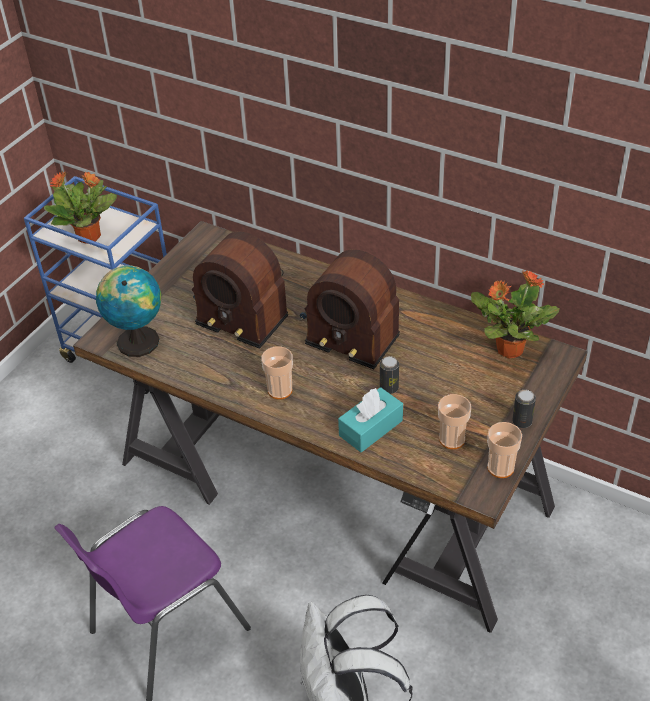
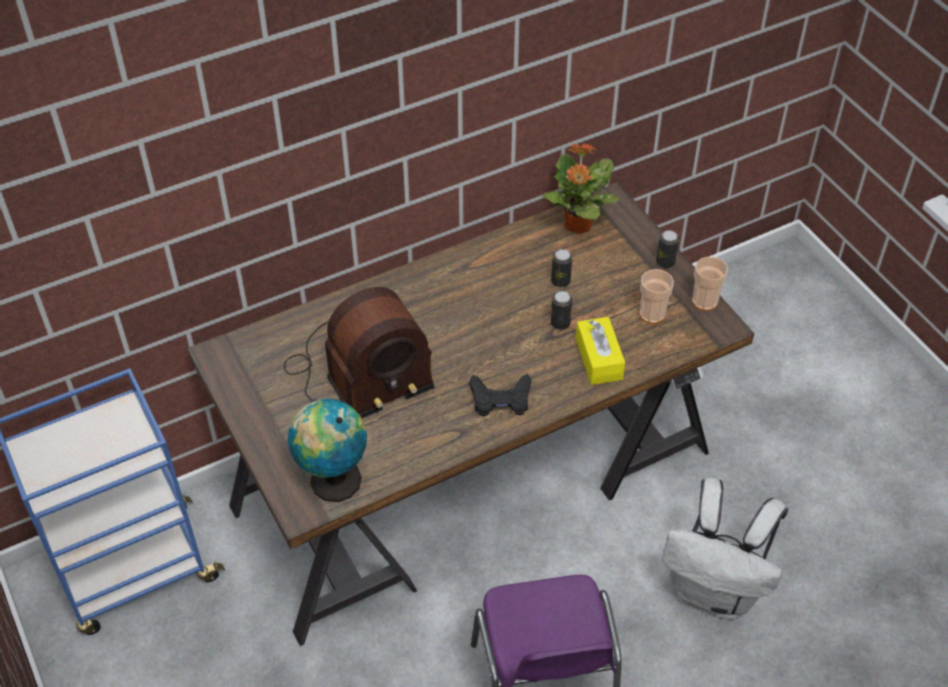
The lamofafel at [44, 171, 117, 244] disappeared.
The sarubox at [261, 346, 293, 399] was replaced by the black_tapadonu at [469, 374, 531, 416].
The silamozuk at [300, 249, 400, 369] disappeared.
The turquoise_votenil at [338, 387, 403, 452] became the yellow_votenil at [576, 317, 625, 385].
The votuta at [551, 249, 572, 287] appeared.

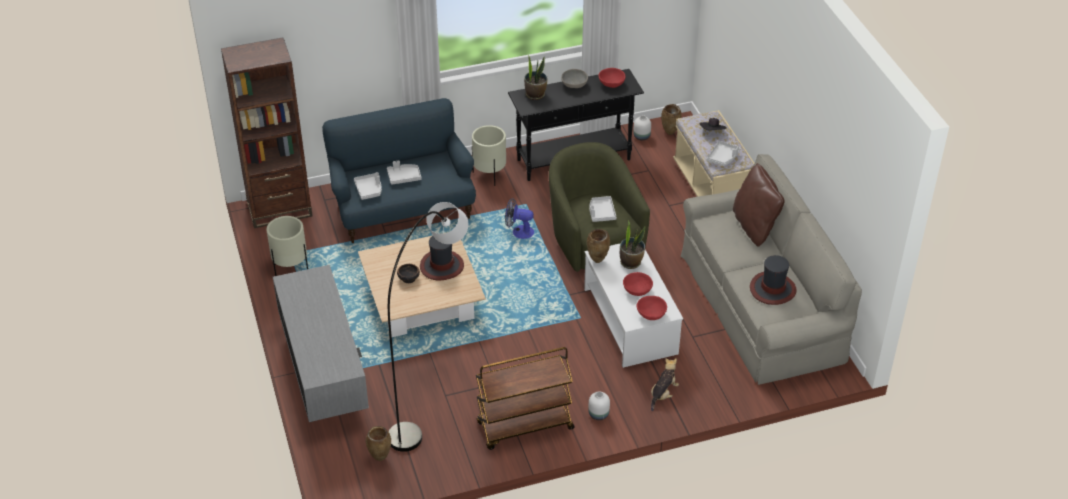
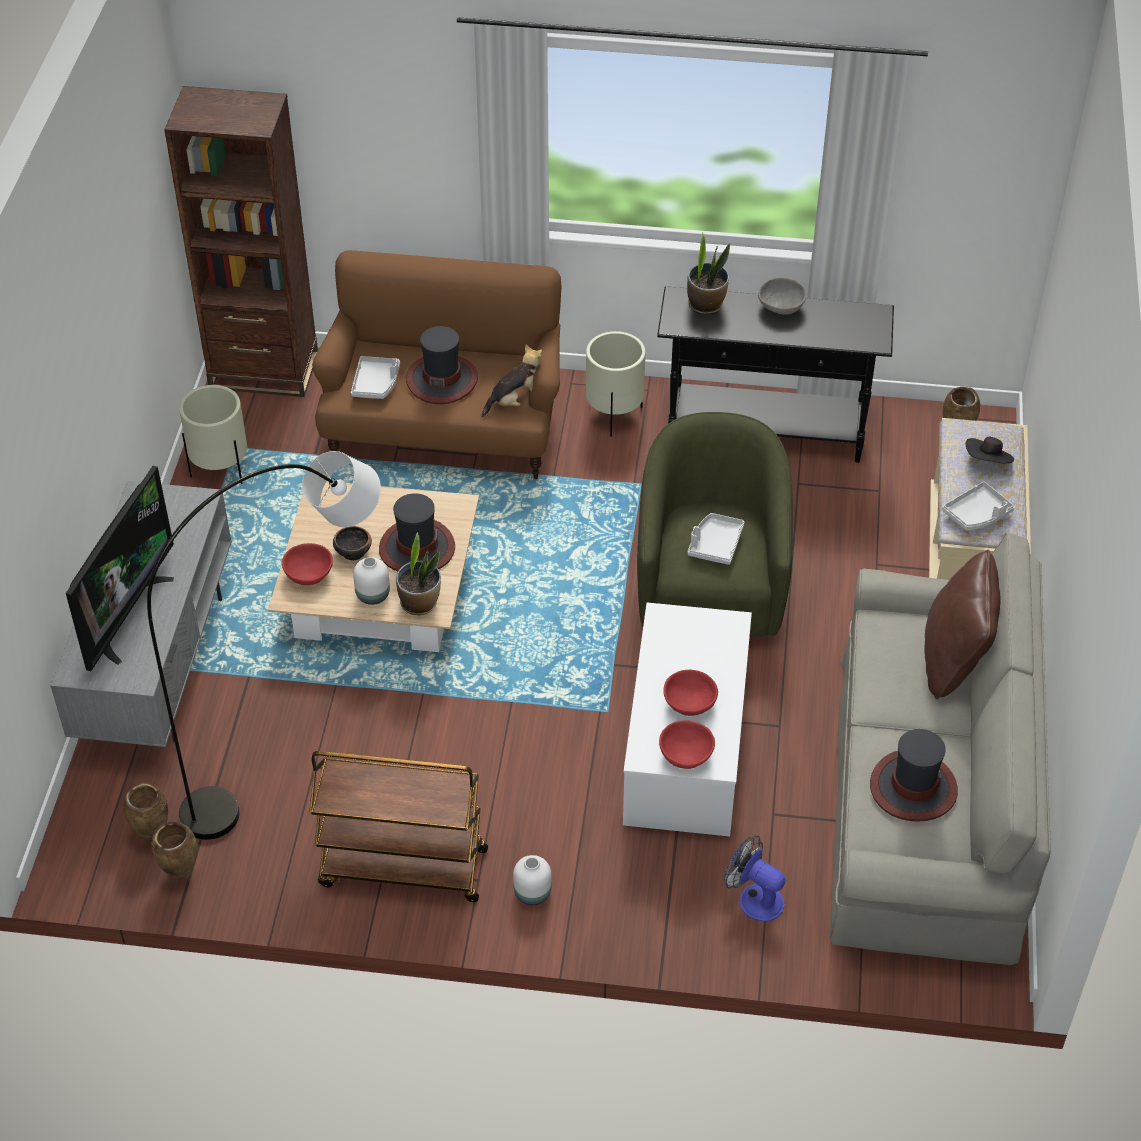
The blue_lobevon at [322, 98, 476, 243] became the brown_lobevon at [312, 250, 562, 479].
The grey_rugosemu at [387, 160, 422, 185] was replaced by the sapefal at [406, 326, 478, 404].
The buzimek moved from [505, 198, 534, 239] to [724, 835, 785, 921].
The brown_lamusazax moved from [587, 229, 610, 263] to [151, 822, 197, 879].
The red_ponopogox moved from [599, 68, 626, 88] to [282, 543, 333, 585].
The lamofafel moved from [620, 220, 645, 269] to [396, 532, 441, 615].
The white_lamusazax moved from [633, 115, 651, 140] to [353, 557, 390, 605].
The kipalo moved from [651, 358, 679, 411] to [481, 344, 542, 417].
The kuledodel at [66, 466, 174, 671] appeared.

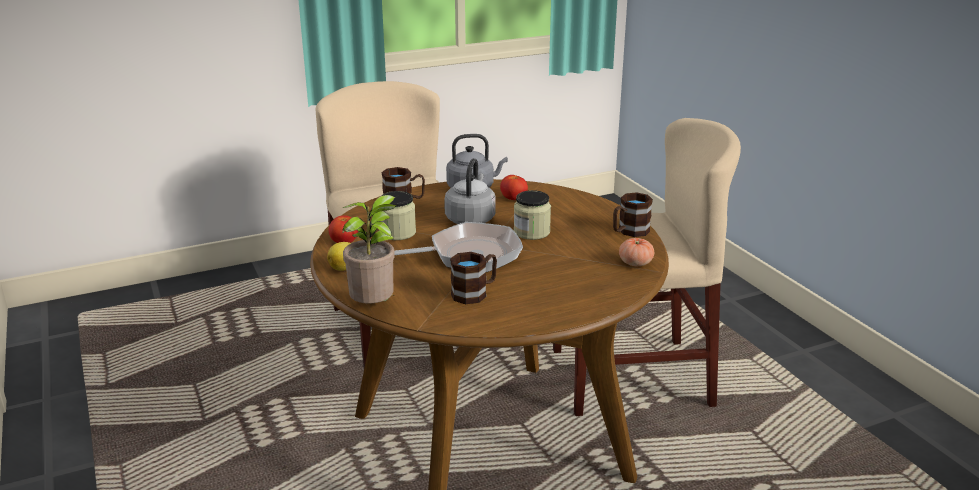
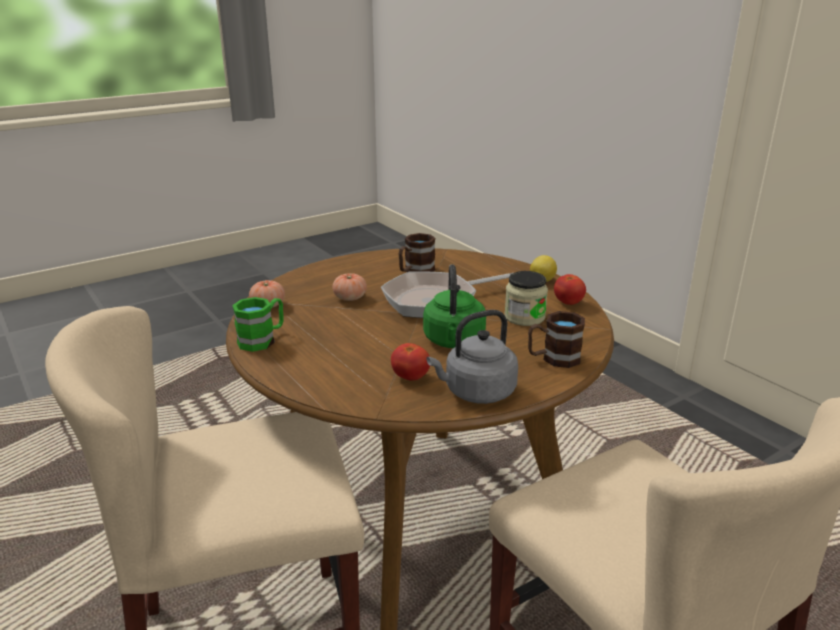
The lamofafel at [342, 195, 397, 304] disappeared.
The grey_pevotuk at [444, 158, 496, 224] became the green_pevotuk at [423, 264, 486, 348].
The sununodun at [514, 190, 551, 240] disappeared.
The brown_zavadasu at [613, 192, 653, 237] became the green_zavadasu at [232, 297, 284, 352].
The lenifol at [332, 273, 367, 301] appeared.

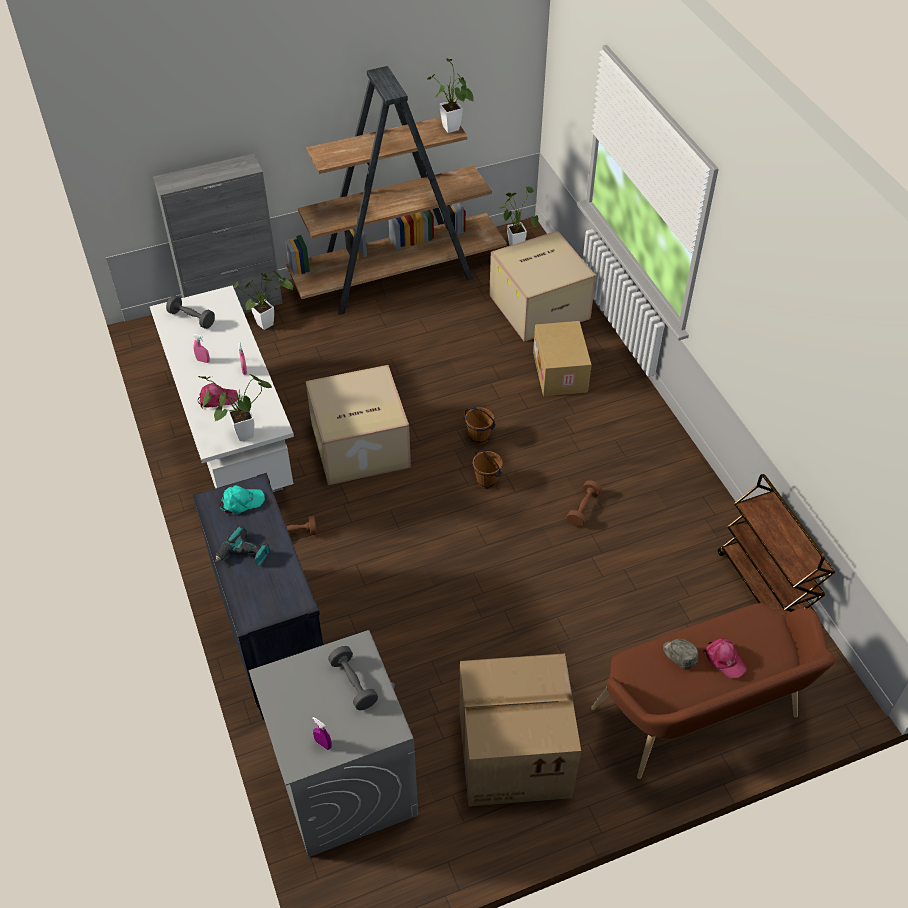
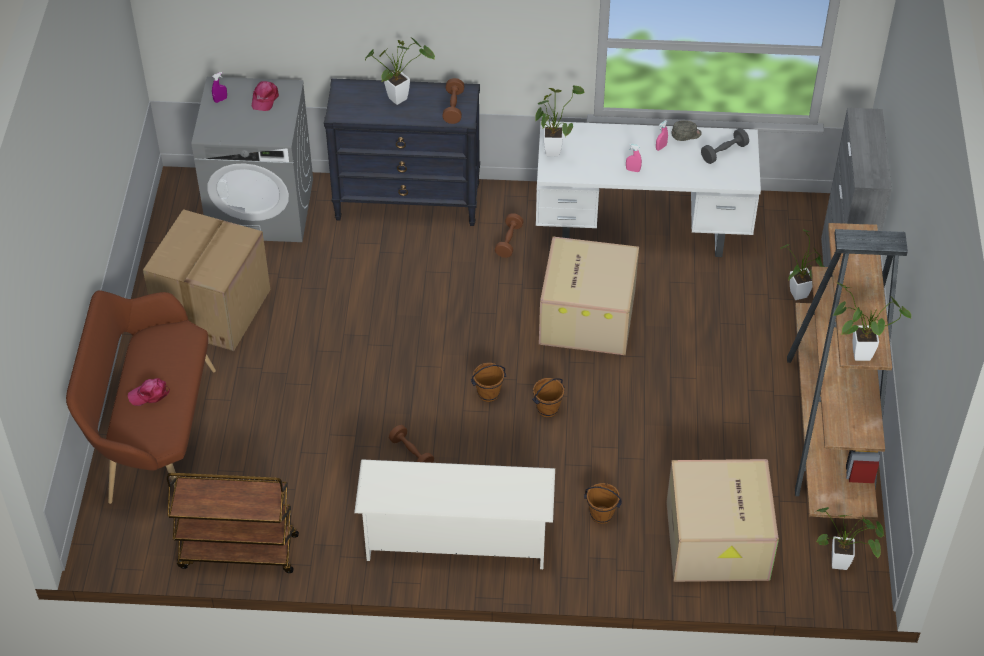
The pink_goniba moved from [198, 383, 238, 408] to [252, 81, 279, 111].
The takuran at [215, 526, 269, 565] was replaced by the lamofafel at [365, 38, 435, 105].
The turquoise_goniba at [220, 485, 265, 515] was replaced by the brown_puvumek at [442, 78, 464, 124].
The grey_puvumek at [328, 646, 378, 710] disappeared.
The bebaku at [533, 321, 592, 396] was replaced by the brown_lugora at [584, 483, 622, 524].
The grey_goniba moved from [663, 639, 698, 669] to [671, 120, 702, 141].
The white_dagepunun at [354, 459, 555, 569] appeared.

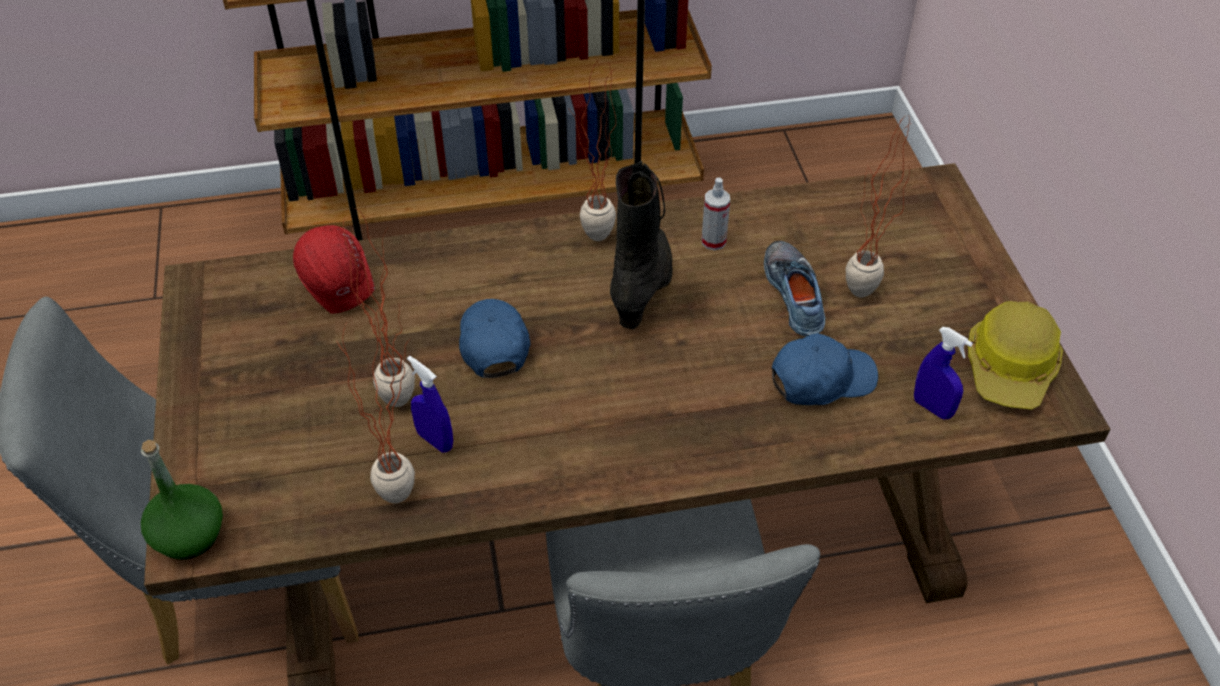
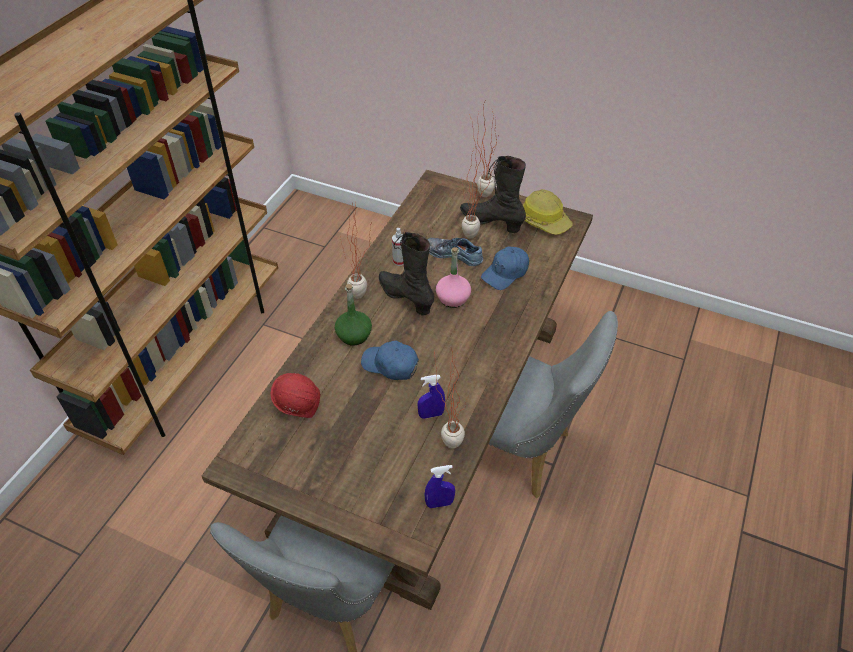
The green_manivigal moved from [141, 440, 223, 560] to [335, 284, 372, 345].
The lamofafel moved from [343, 207, 415, 407] to [469, 101, 498, 197].
The blue_goniba at [772, 333, 878, 405] turned 150 degrees counterclockwise.
The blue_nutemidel moved from [914, 327, 973, 419] to [424, 465, 455, 508].
The pink_manivigal at [436, 247, 471, 308] appeared.
The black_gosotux at [460, 156, 526, 233] appeared.

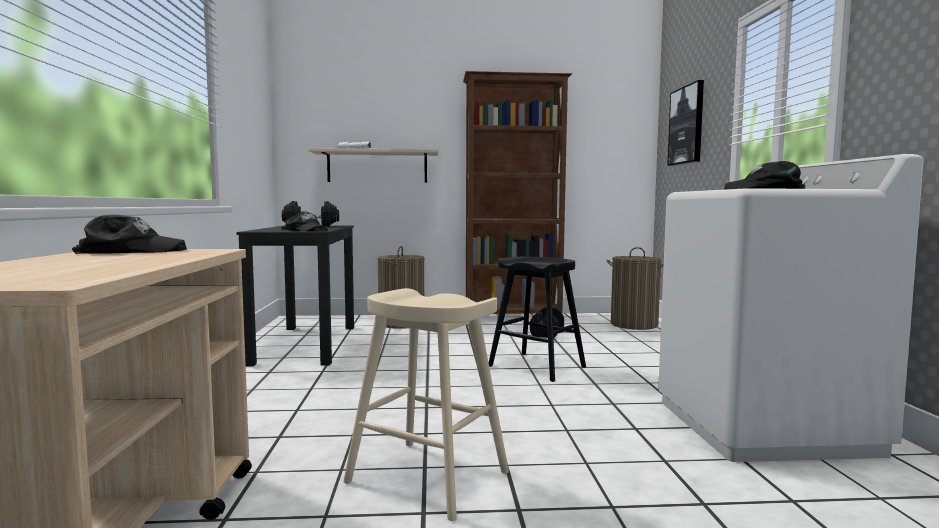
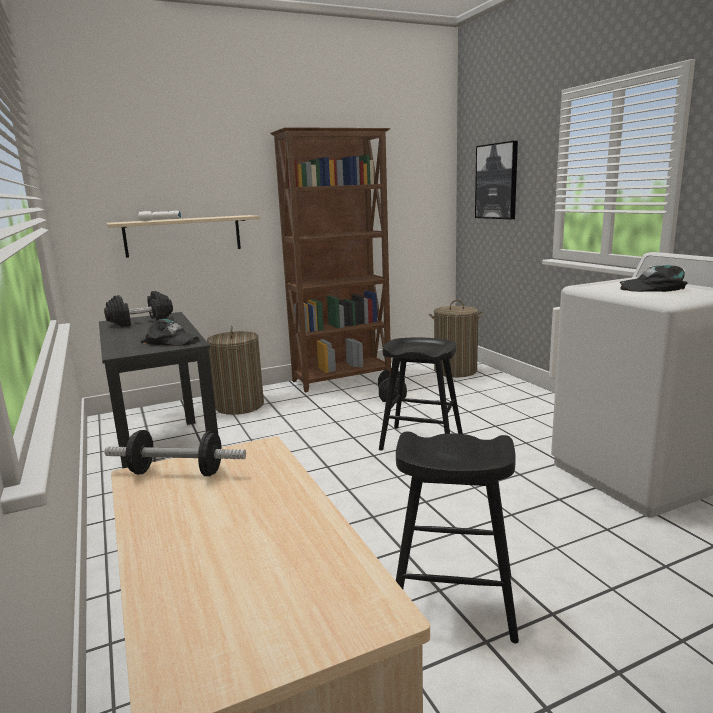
The black_goniba at [72, 214, 187, 254] was replaced by the puvumek at [105, 430, 246, 476].
The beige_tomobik at [343, 288, 509, 521] became the black_tomobik at [396, 432, 519, 643].

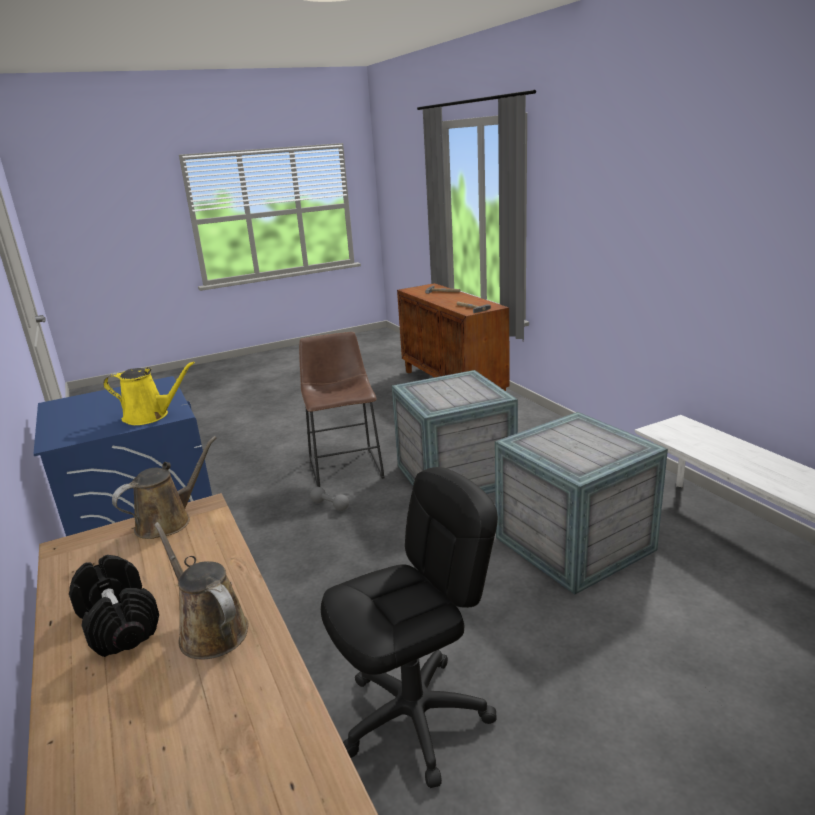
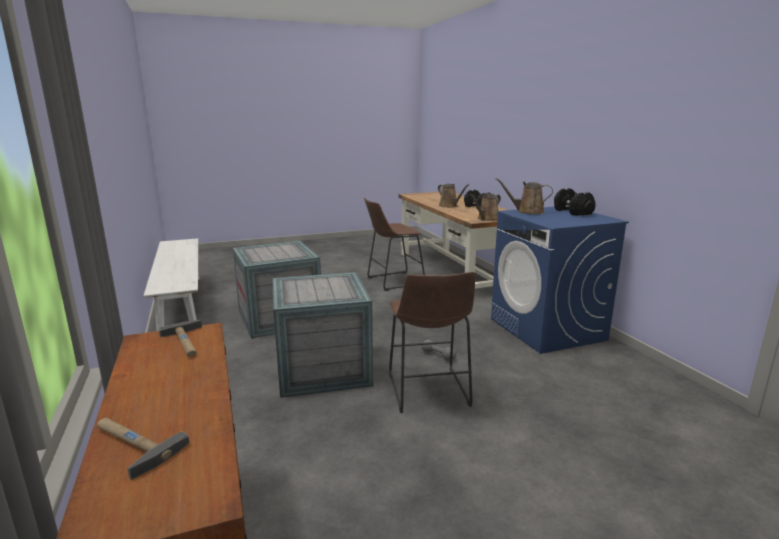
The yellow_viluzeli at [103, 361, 195, 425] became the brown_viluzeli at [495, 178, 553, 214].
The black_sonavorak at [321, 467, 498, 788] was replaced by the brown_tomobik at [364, 198, 425, 291].
The black_puvumek at [554, 188, 596, 216] appeared.

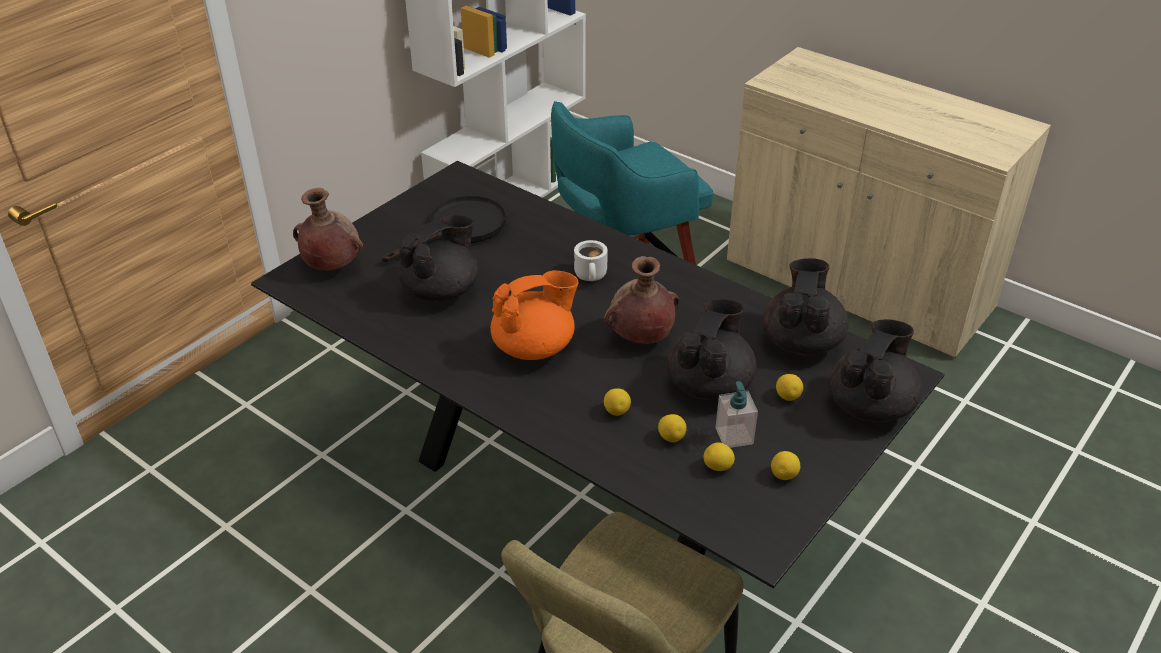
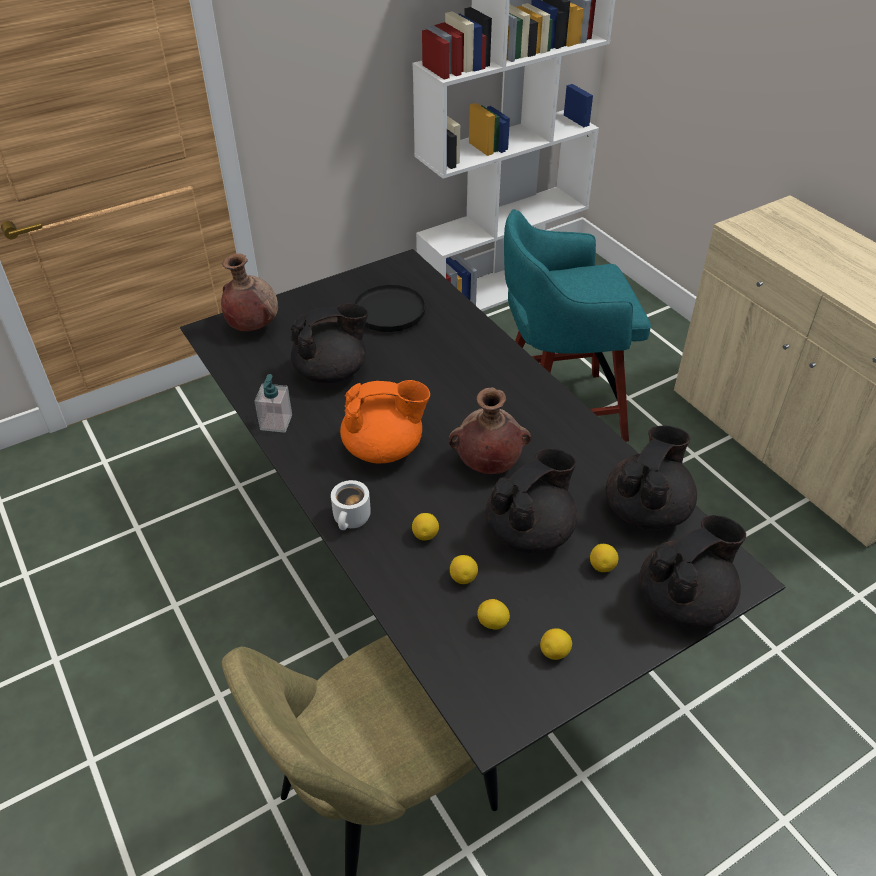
The white_zavadasu moved from [574, 240, 608, 281] to [331, 480, 371, 530].
The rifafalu moved from [716, 381, 758, 448] to [254, 374, 292, 433].

